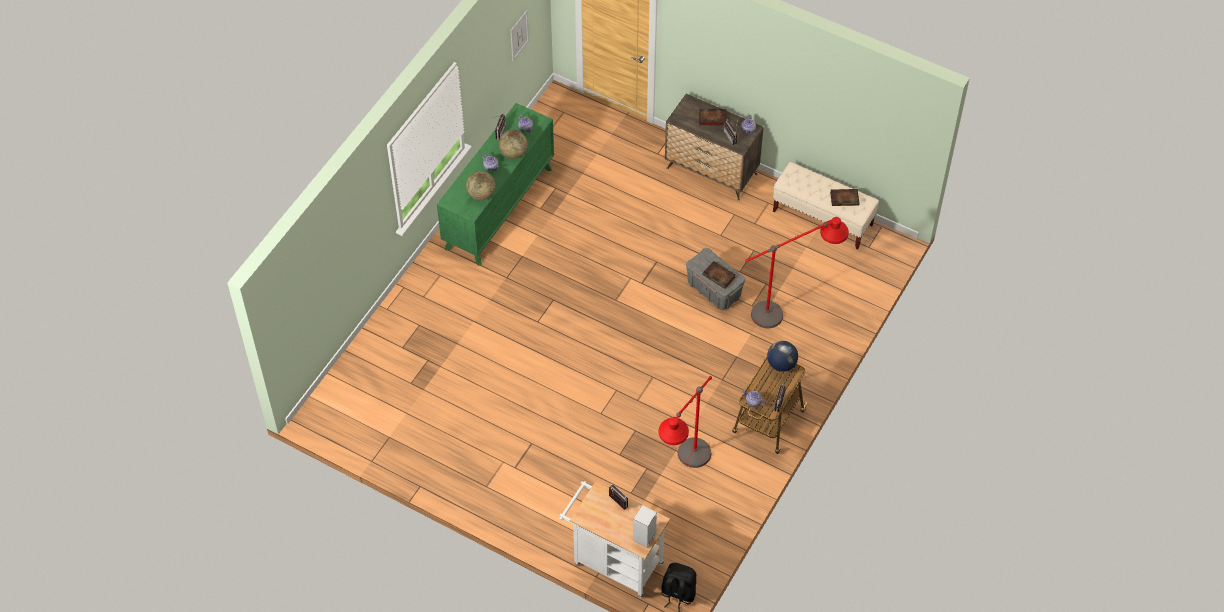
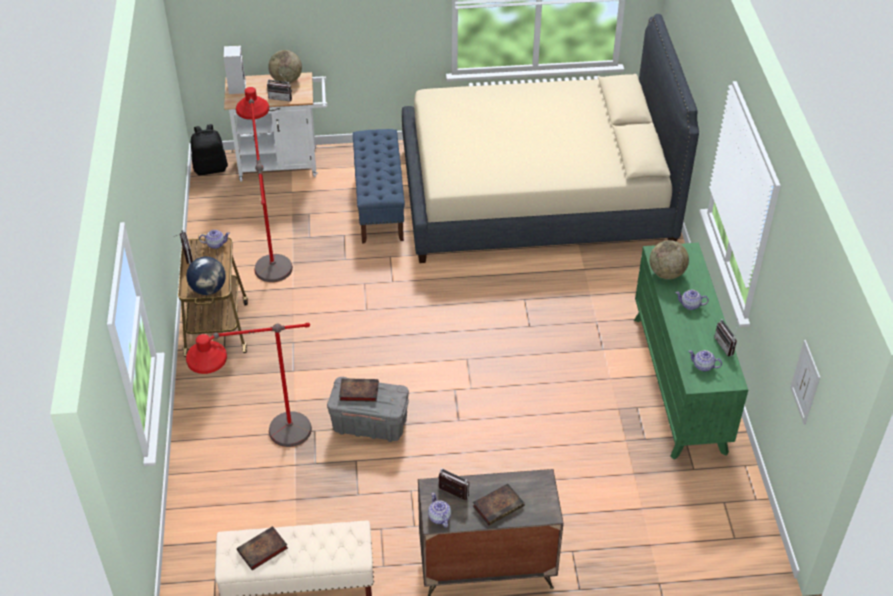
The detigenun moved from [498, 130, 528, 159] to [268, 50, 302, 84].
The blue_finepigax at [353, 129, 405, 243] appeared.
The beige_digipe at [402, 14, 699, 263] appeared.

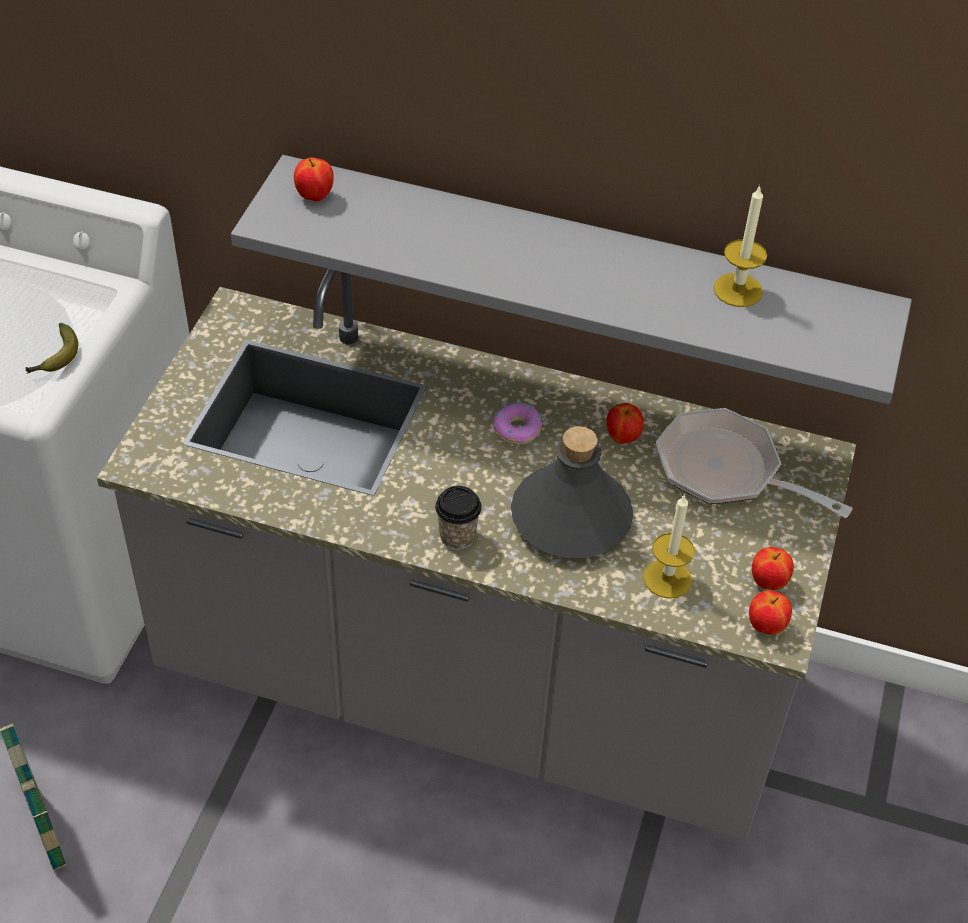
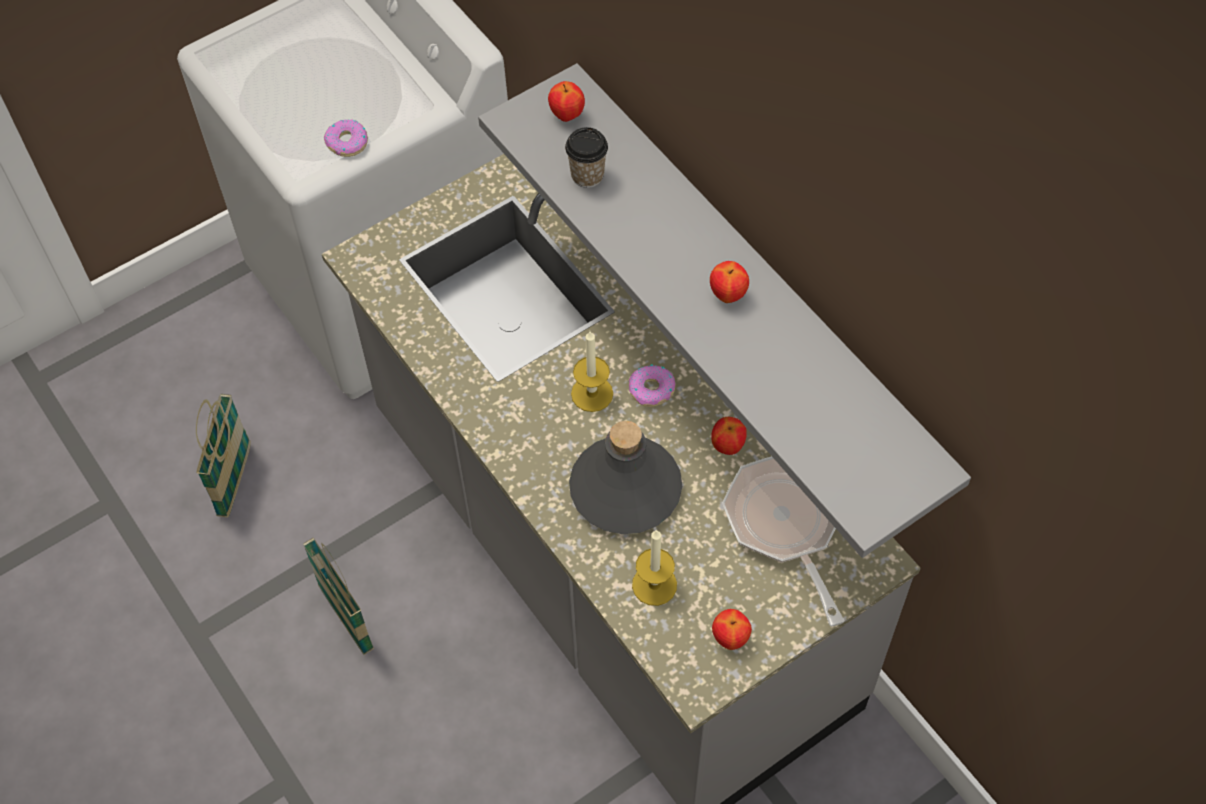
The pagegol at [26, 323, 78, 373] was replaced by the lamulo at [324, 119, 368, 157].
The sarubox moved from [435, 486, 481, 550] to [565, 127, 608, 188].
The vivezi moved from [713, 185, 767, 307] to [571, 331, 613, 412].
The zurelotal moved from [749, 590, 792, 635] to [710, 261, 749, 303].
The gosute at [303, 538, 374, 655] appeared.

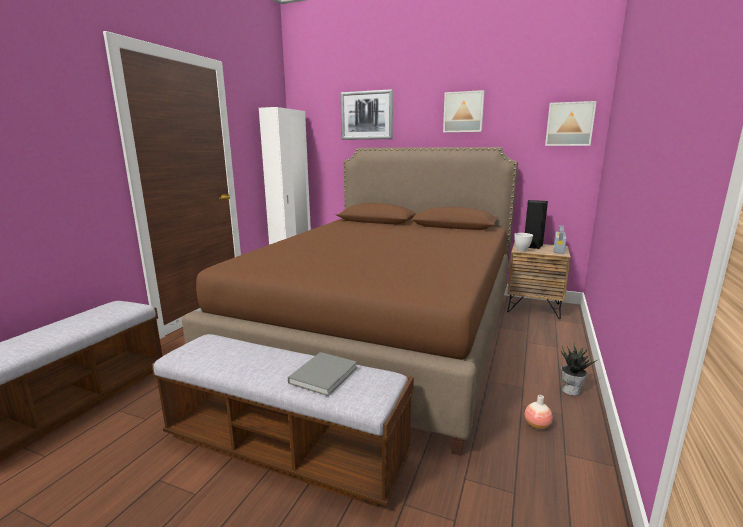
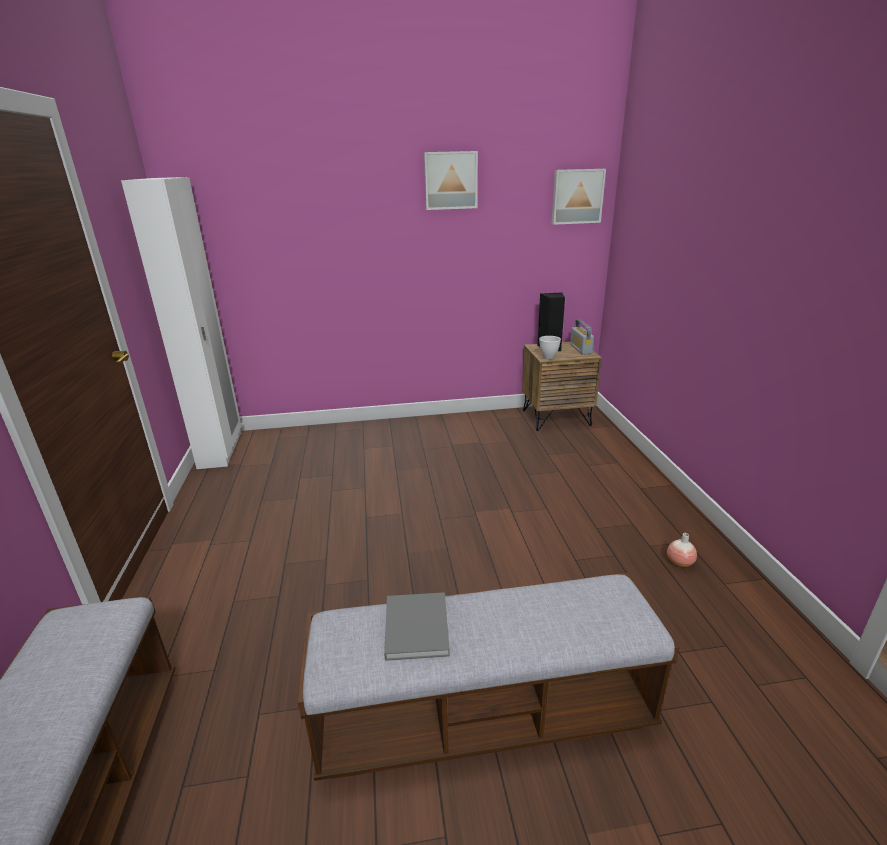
The brown_digipe at [182, 147, 518, 456] disappeared.
The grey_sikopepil moved from [288, 352, 358, 396] to [384, 592, 450, 661].
The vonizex at [340, 89, 393, 140] disappeared.
The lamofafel at [561, 342, 599, 396] disappeared.

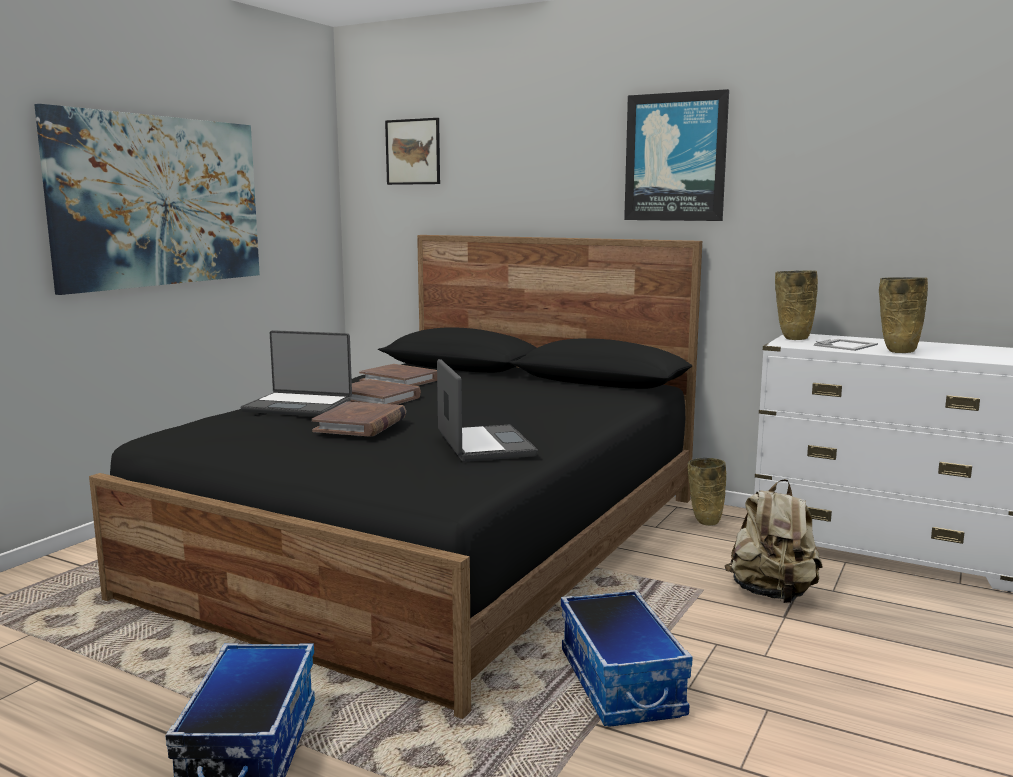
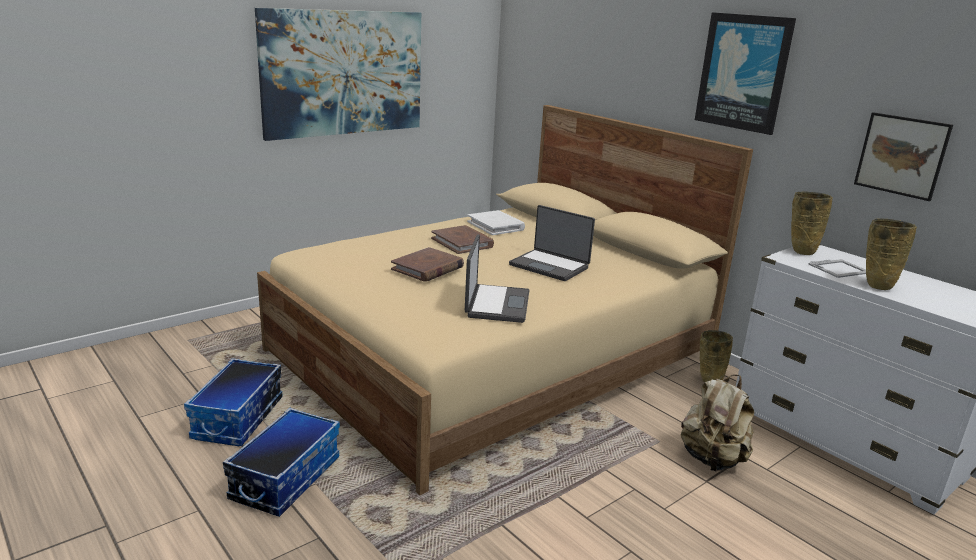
The black_digipe at [89, 235, 702, 719] became the beige_digipe at [257, 105, 753, 495].
The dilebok moved from [241, 330, 352, 417] to [509, 205, 595, 281].
The brown_sikopepil at [359, 364, 437, 386] became the white_sikopepil at [467, 210, 525, 235].
The vonizex moved from [385, 118, 440, 185] to [854, 112, 953, 201].
The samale moved from [561, 590, 693, 727] to [184, 358, 283, 446].

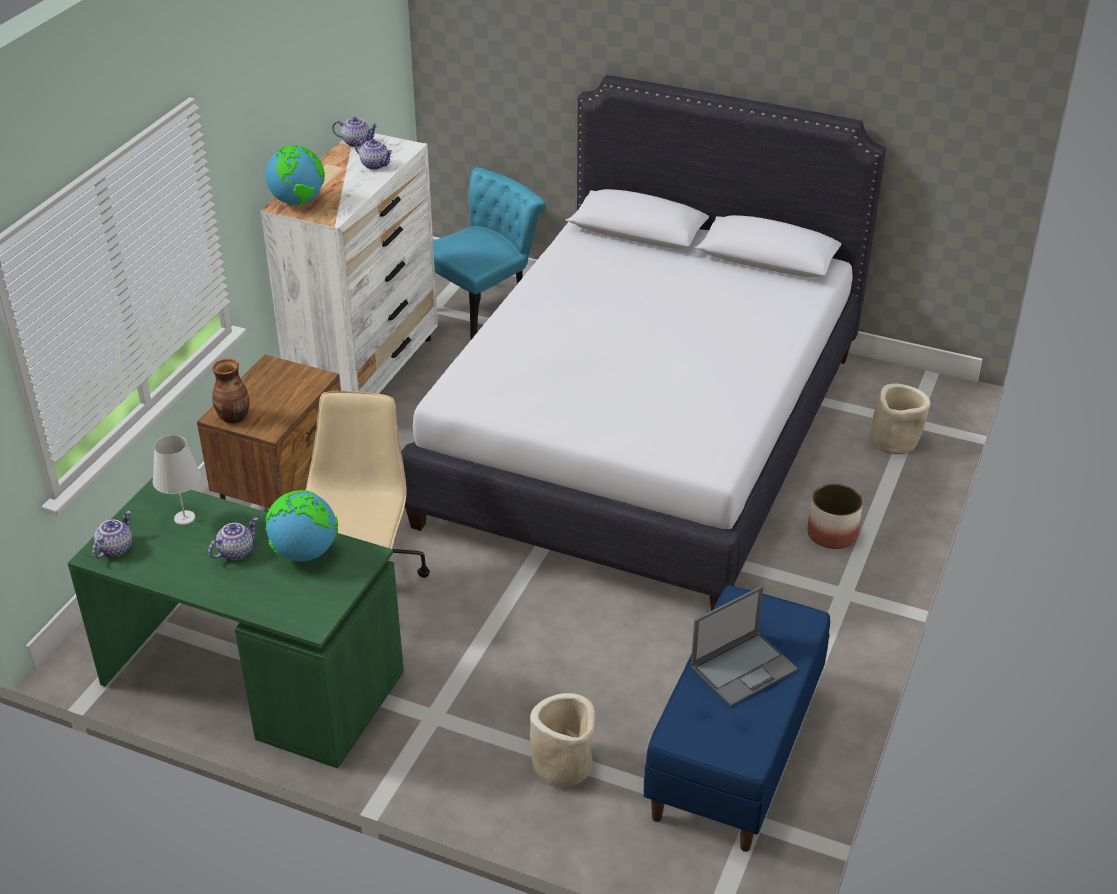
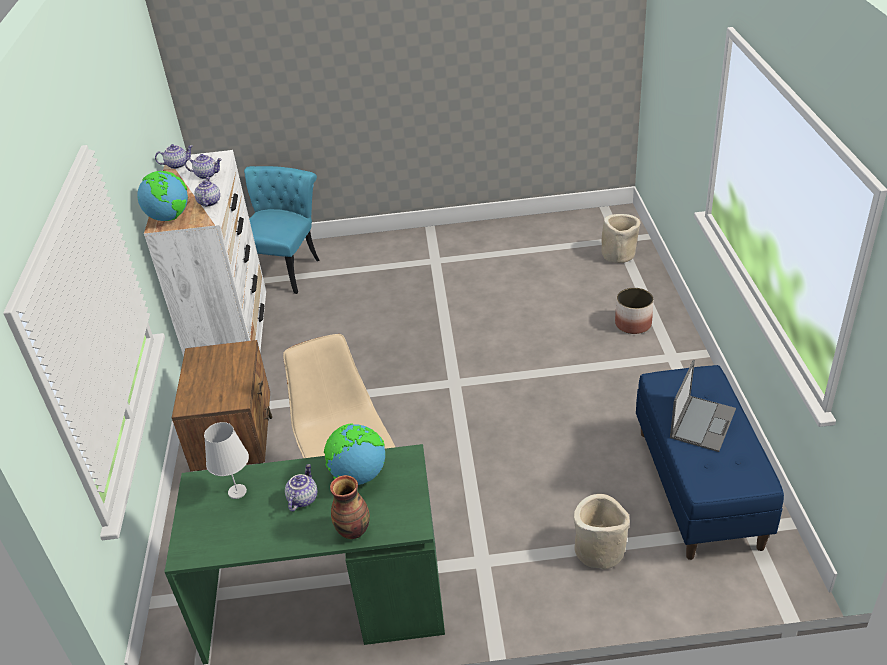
The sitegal moved from [92, 511, 132, 558] to [194, 177, 220, 207].
The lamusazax moved from [212, 359, 249, 423] to [330, 475, 370, 539].
The white_digipe at [401, 75, 886, 611] disappeared.

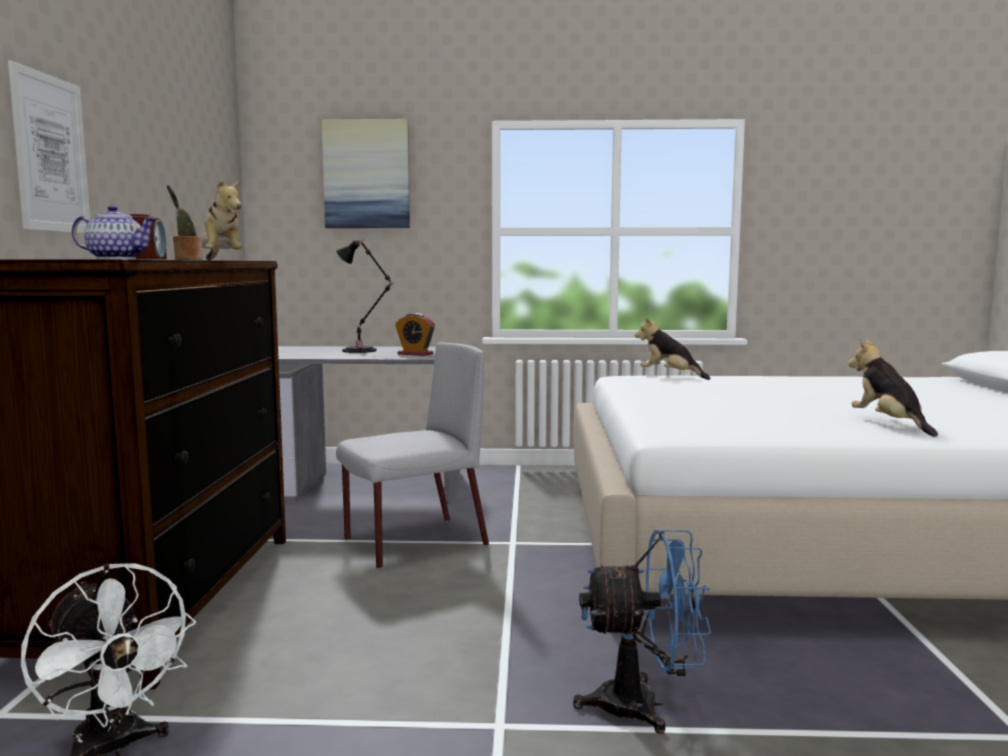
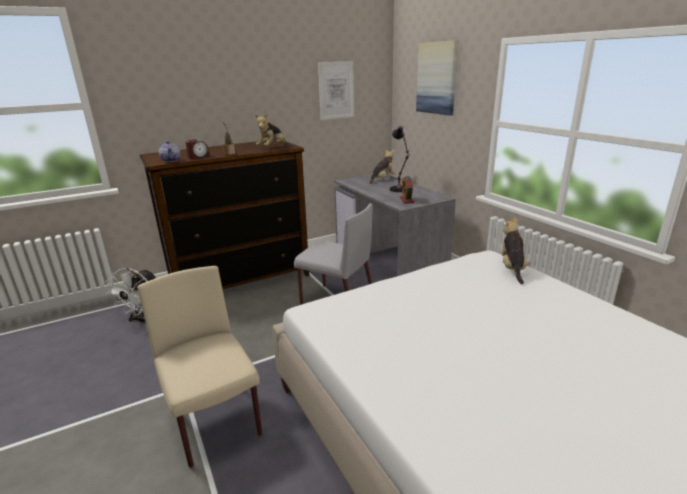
The vonizex moved from [8, 60, 90, 233] to [318, 61, 354, 120].
The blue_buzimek at [573, 530, 711, 734] was replaced by the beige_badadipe at [137, 266, 262, 468].
The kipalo moved from [848, 339, 938, 437] to [370, 149, 396, 184].

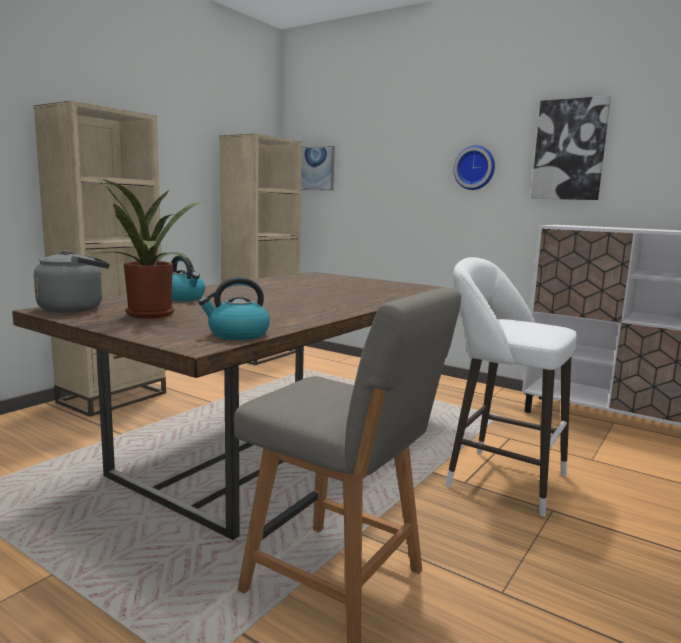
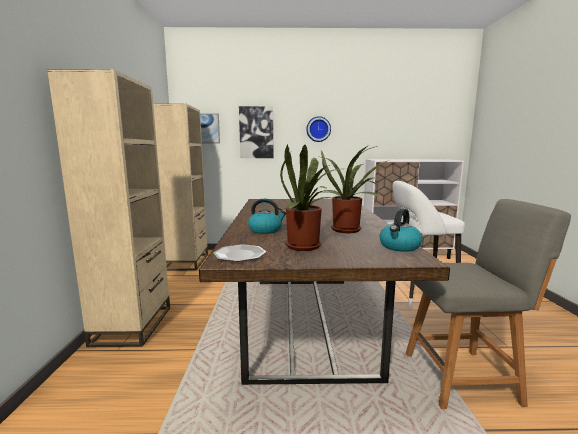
The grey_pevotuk at [34, 250, 110, 313] was replaced by the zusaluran at [213, 244, 266, 262].
The vonizex moved from [531, 96, 611, 200] to [239, 106, 274, 158].
The lamofafel at [315, 145, 391, 233] appeared.

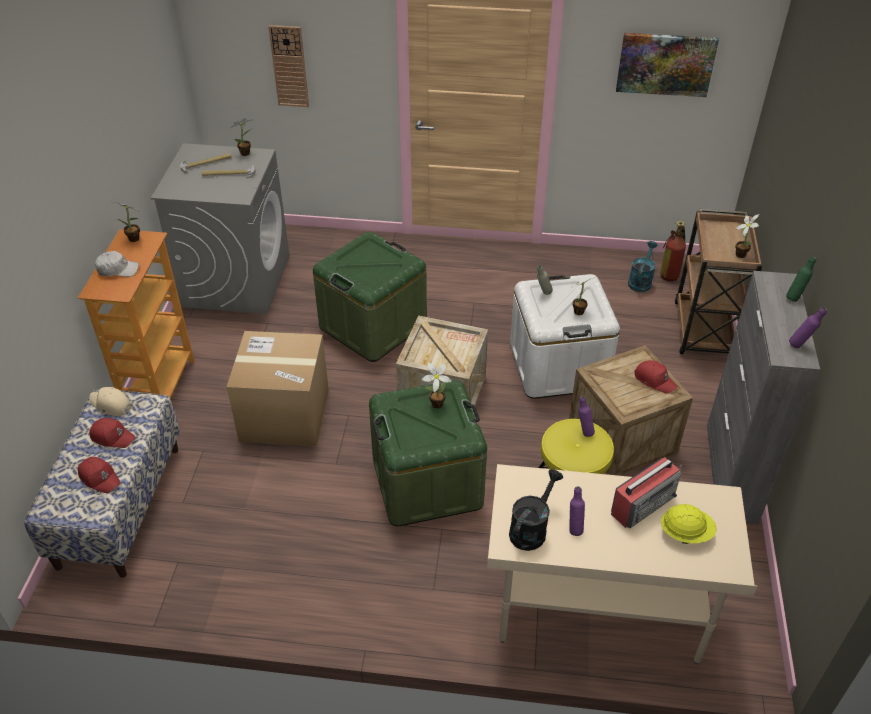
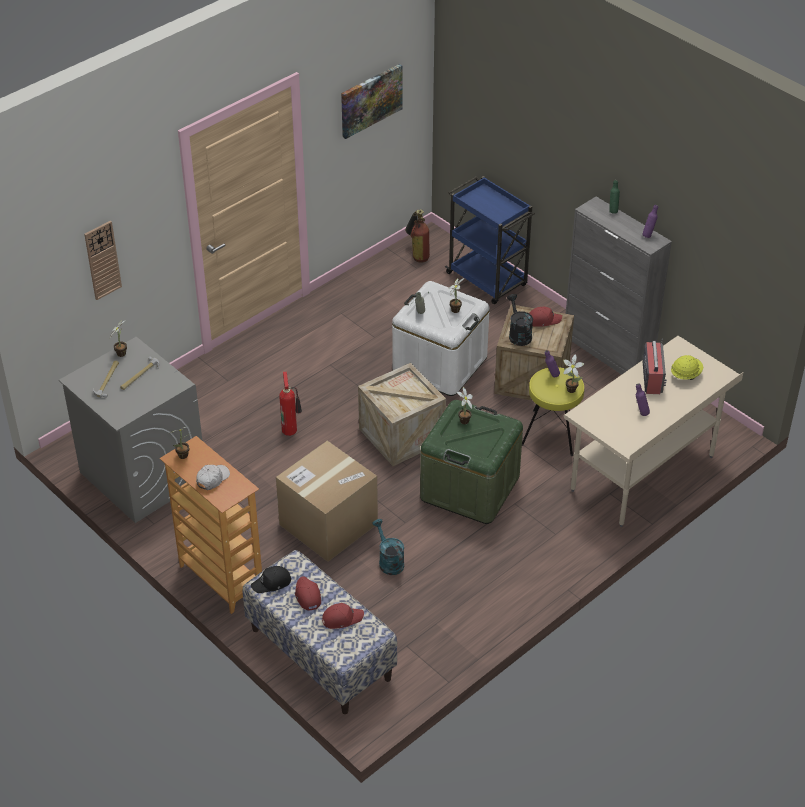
The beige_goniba at [89, 387, 131, 416] became the black_goniba at [251, 566, 291, 593].
The red_goniba at [89, 418, 135, 448] turned 75 degrees counterclockwise.
The green_samale at [313, 232, 427, 362] was replaced by the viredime at [279, 372, 302, 436].
The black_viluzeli moved from [509, 469, 563, 551] to [507, 294, 533, 346].
The turquoise_viluzeli moved from [628, 241, 658, 292] to [372, 519, 404, 575].
The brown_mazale at [675, 209, 763, 354] became the blue_mazale at [445, 176, 535, 304].
The lamofafel moved from [735, 214, 759, 258] to [563, 354, 584, 393].

